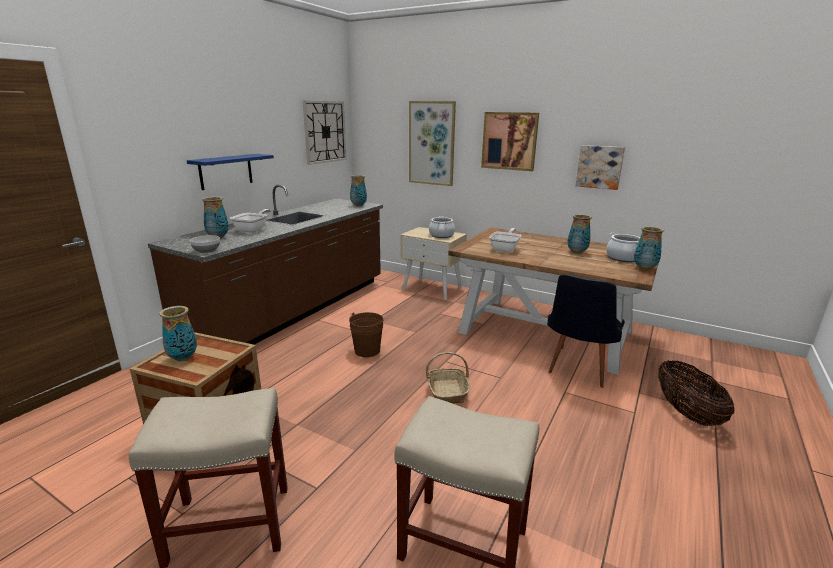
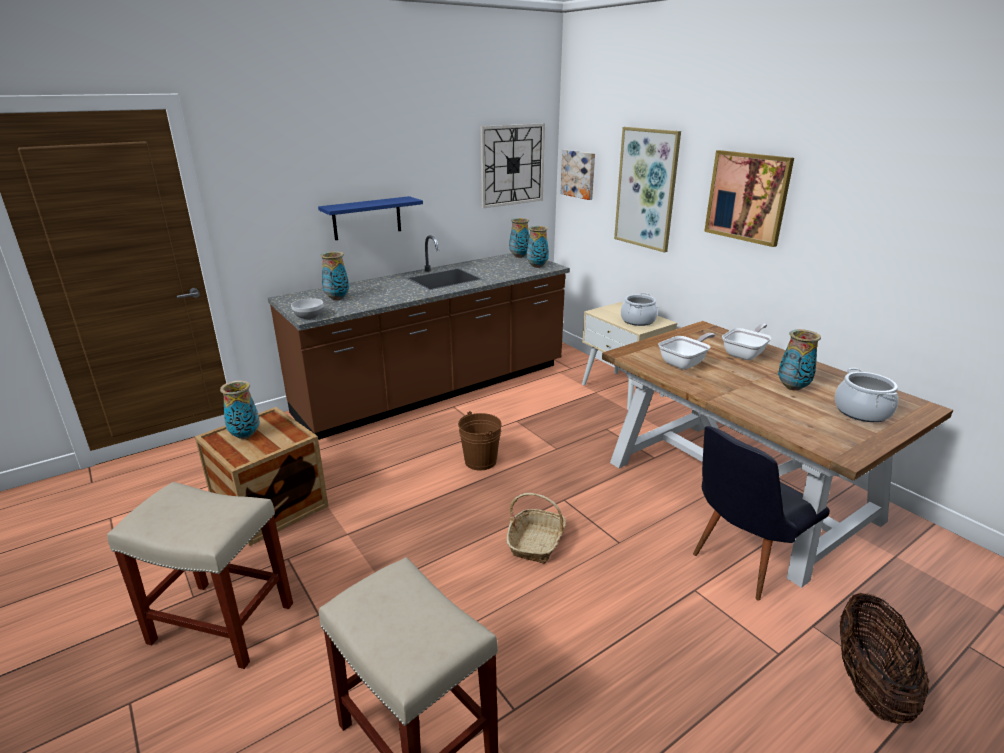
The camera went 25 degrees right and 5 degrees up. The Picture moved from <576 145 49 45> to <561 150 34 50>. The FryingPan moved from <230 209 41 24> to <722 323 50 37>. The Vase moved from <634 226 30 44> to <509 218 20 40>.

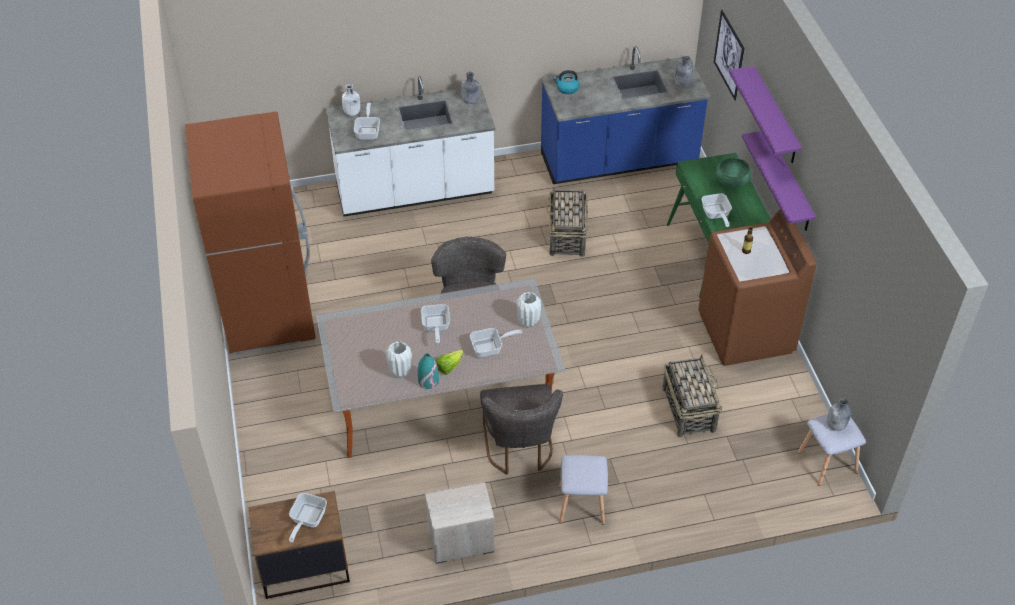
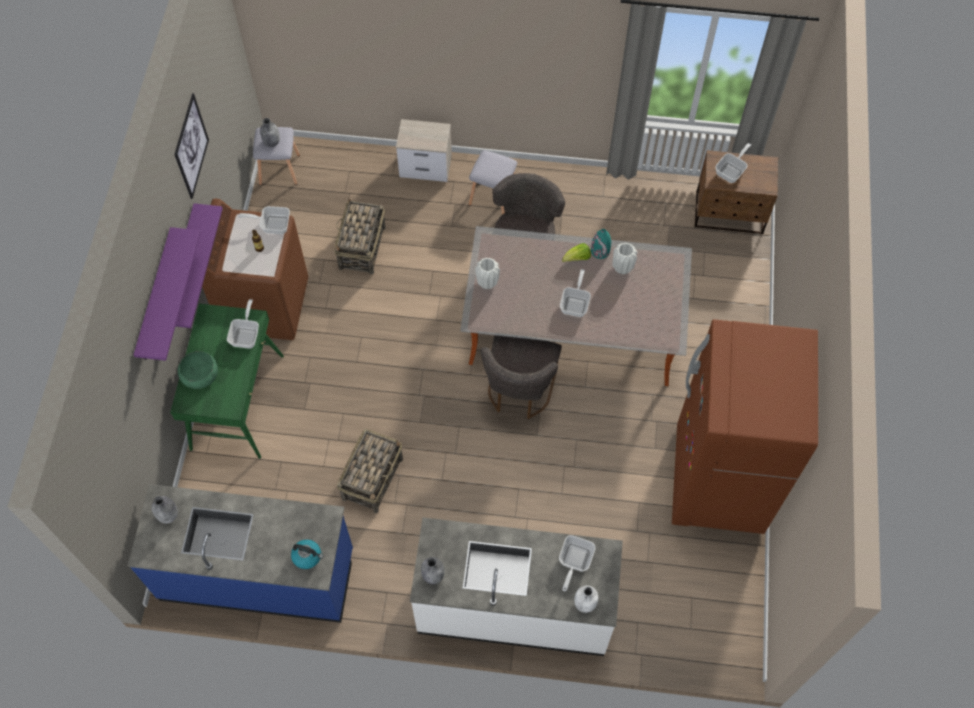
The camera went 160 degrees left and 15 degrees up. The Picture moved from <714 10 31 90> to <174 93 35 106>. The FryingPan moved from <470 328 53 29> to <238 206 52 28>. The Nightstand moved from <425 483 69 81> to <396 119 56 63>.

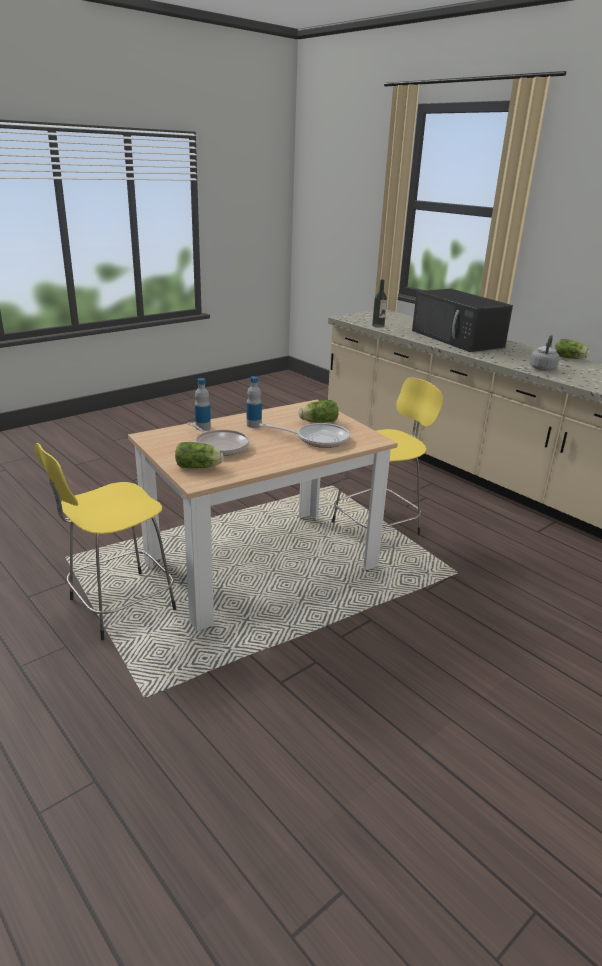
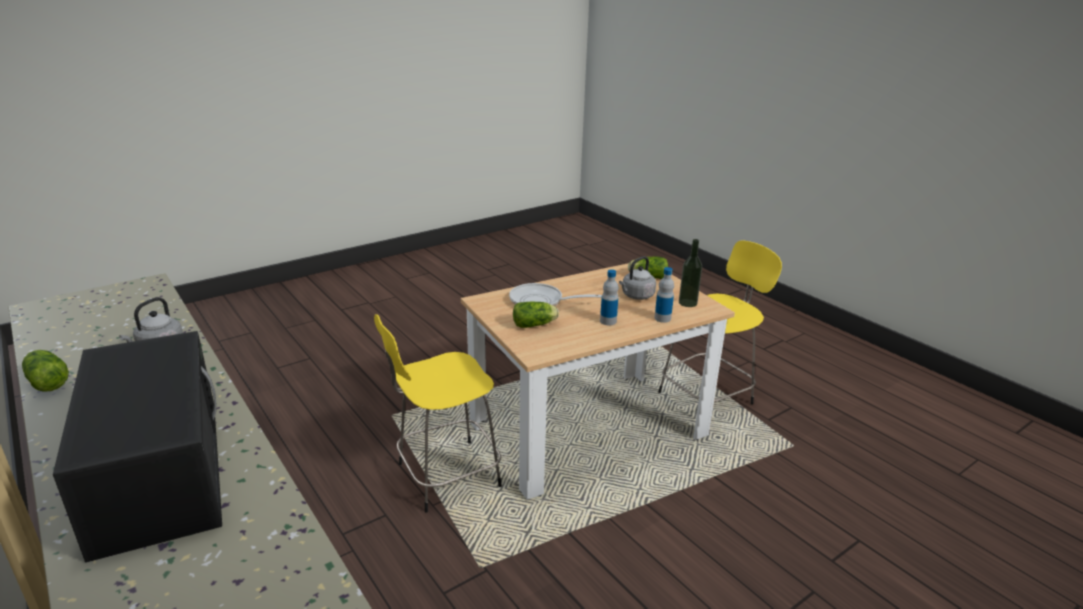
The camera went 175 degrees left and 0 degrees up. The Bottle moved from <372 279 15 49> to <679 239 23 68>. The FryingPan at <188 422 61 34> was replaced by the GreyKettle at <619 256 37 44>.

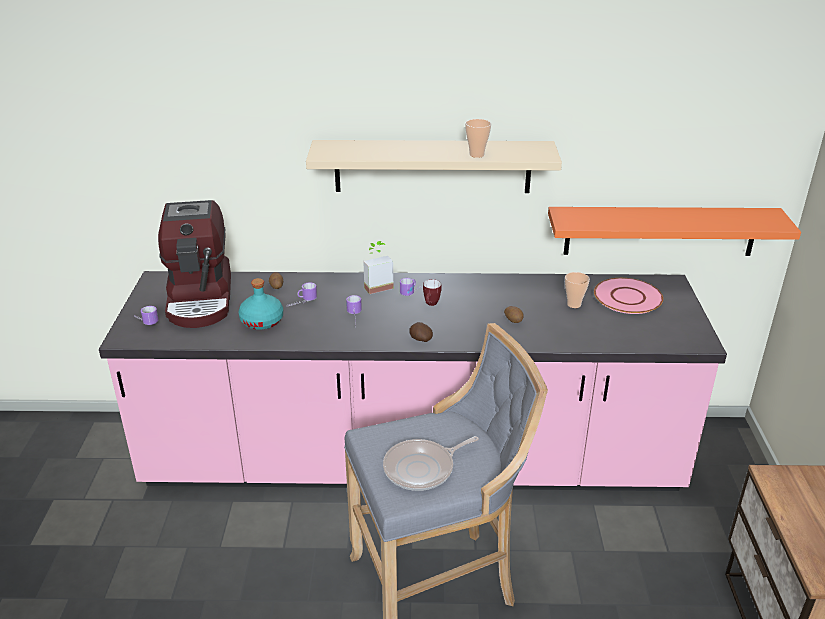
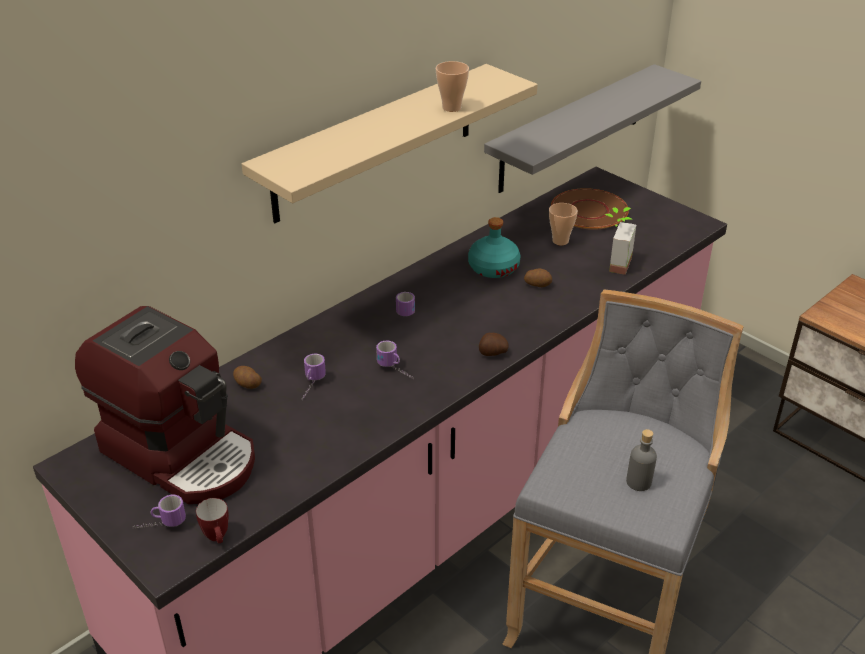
The camera went 45 degrees left and 5 degrees up. The OrangeShelf at <548 207 253 49> became the GreyShelf at <484 64 217 129>. The PottedPlant moved from <363 241 30 53> to <605 207 31 68>. The TurquoiseBottle moved from <239 278 44 52> to <468 217 52 61>. The PinkPlate at <594 278 69 36> became the BrownPlate at <551 188 78 42>. The Mug moved from <423 279 19 27> to <196 498 33 45>. The FryingPan at <383 436 96 55> was replaced by the GreyBottle at <626 429 31 62>.

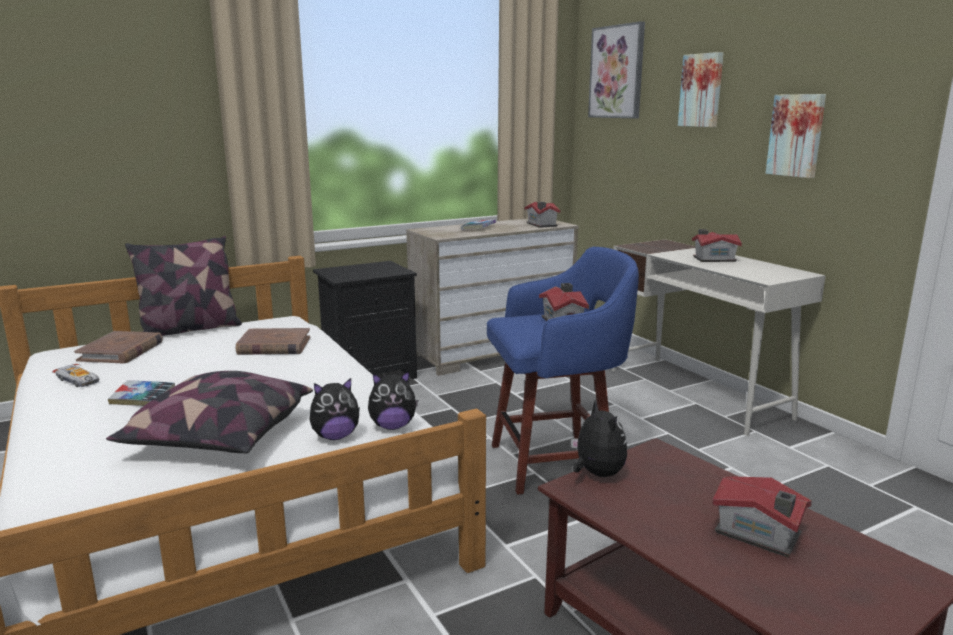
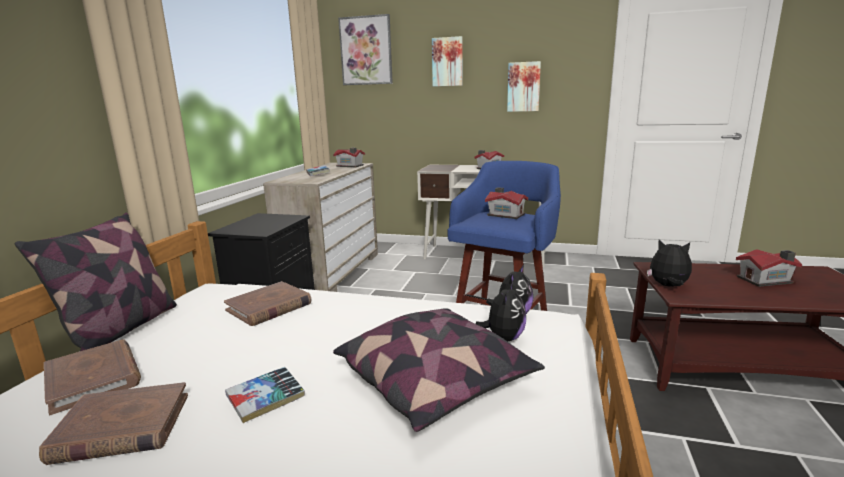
The camera went 45 degrees left and 0 degrees up. The ToyCar at <52 364 47 23> was replaced by the BrownBook at <39 382 149 83>.

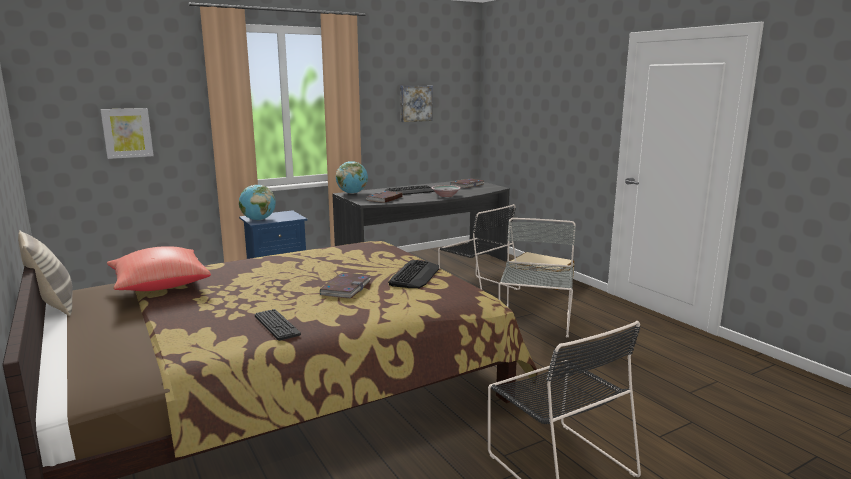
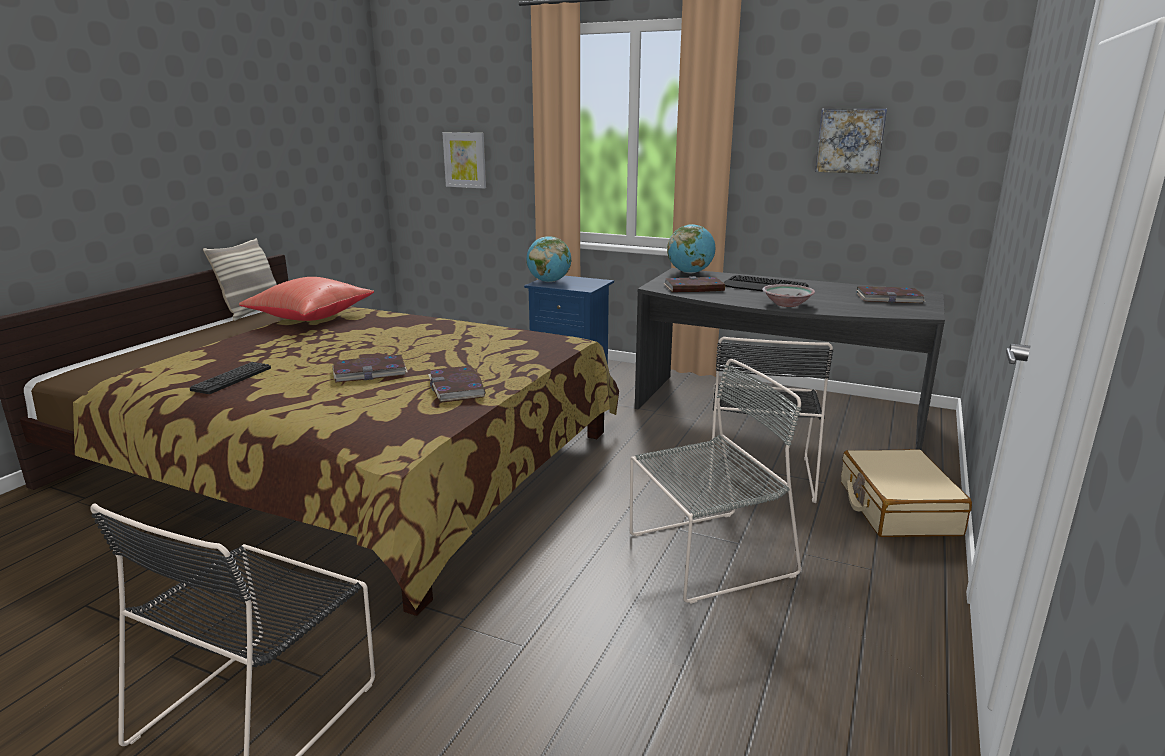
The camera went 55 degrees right and 5 degrees up. The Keyboard at <388 260 51 28> was replaced by the Book at <428 366 58 37>.

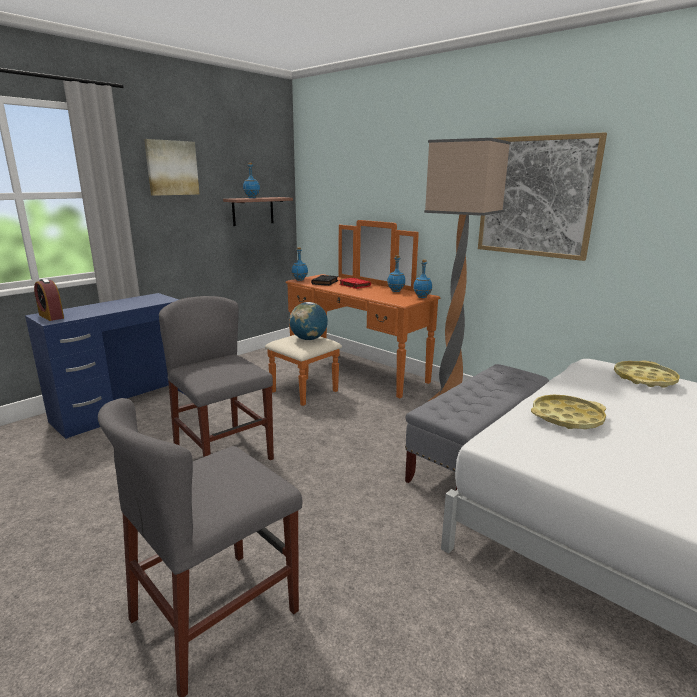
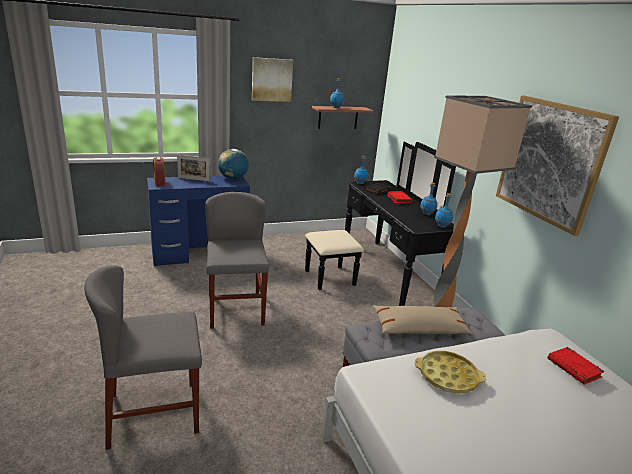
The camera went 25 degrees right and 5 degrees up. The OrangeDresser at <265 220 175 186> became the BlackDresser at <305 142 151 164>. The Globe moved from <289 302 39 38> to <218 149 31 30>. The YellowTray at <614 361 66 27> was replaced by the RedBook at <548 347 57 38>. The PictureFrame at <177 155 33 26> appeared. The BeigePillow at <372 305 100 29> appeared.

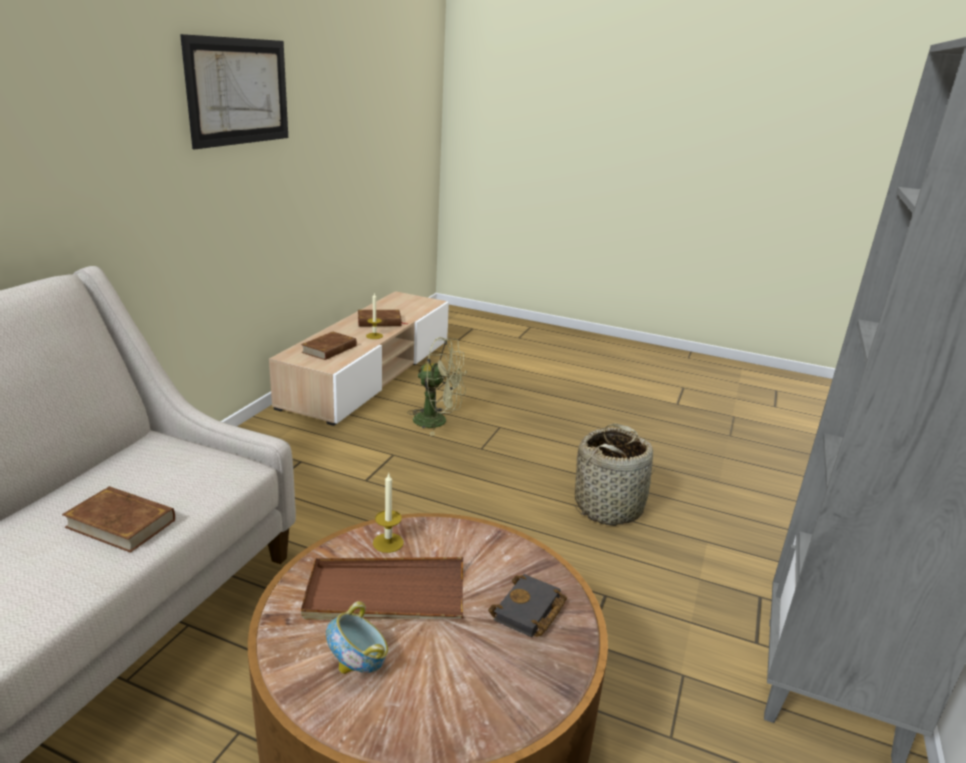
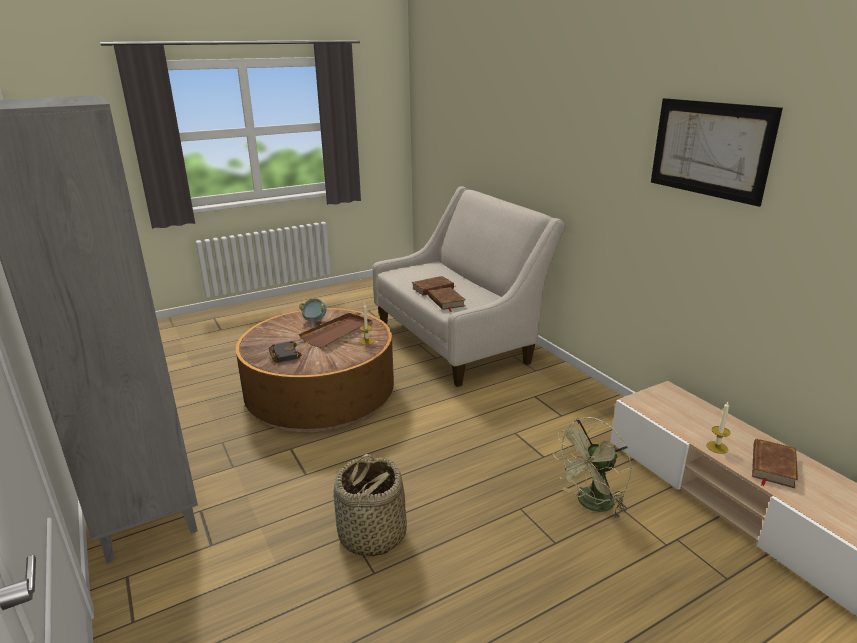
The camera went 130 degrees right and 0 degrees up. The BrownBook moved from <301 332 56 28> to <428 287 37 25>.

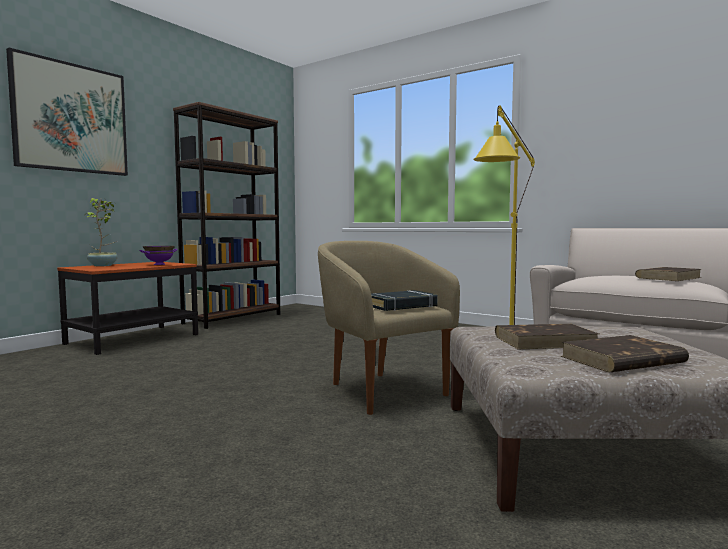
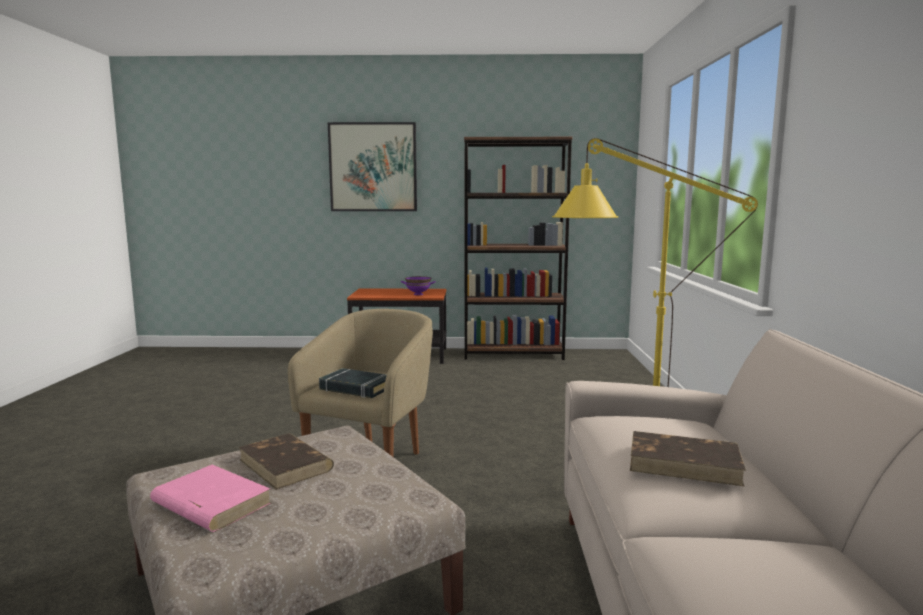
The camera went 55 degrees right and 5 degrees up. The PottedPlant at <87 198 31 68> disappeared. The BrownBook at <561 335 128 37> became the PinkBook at <150 465 121 67>.

